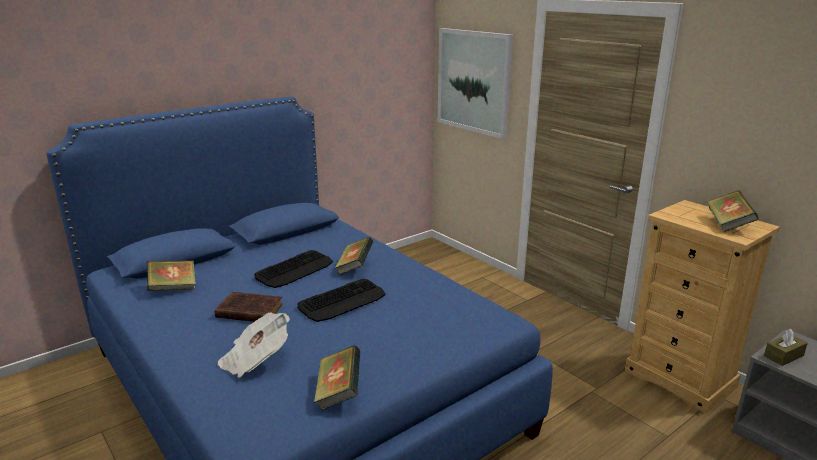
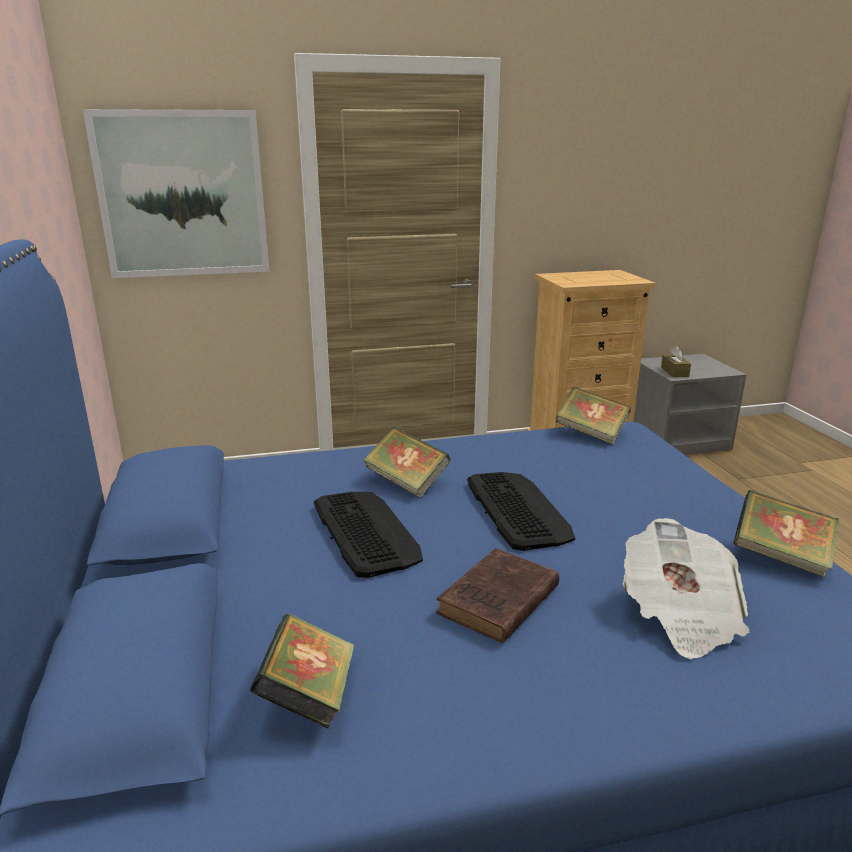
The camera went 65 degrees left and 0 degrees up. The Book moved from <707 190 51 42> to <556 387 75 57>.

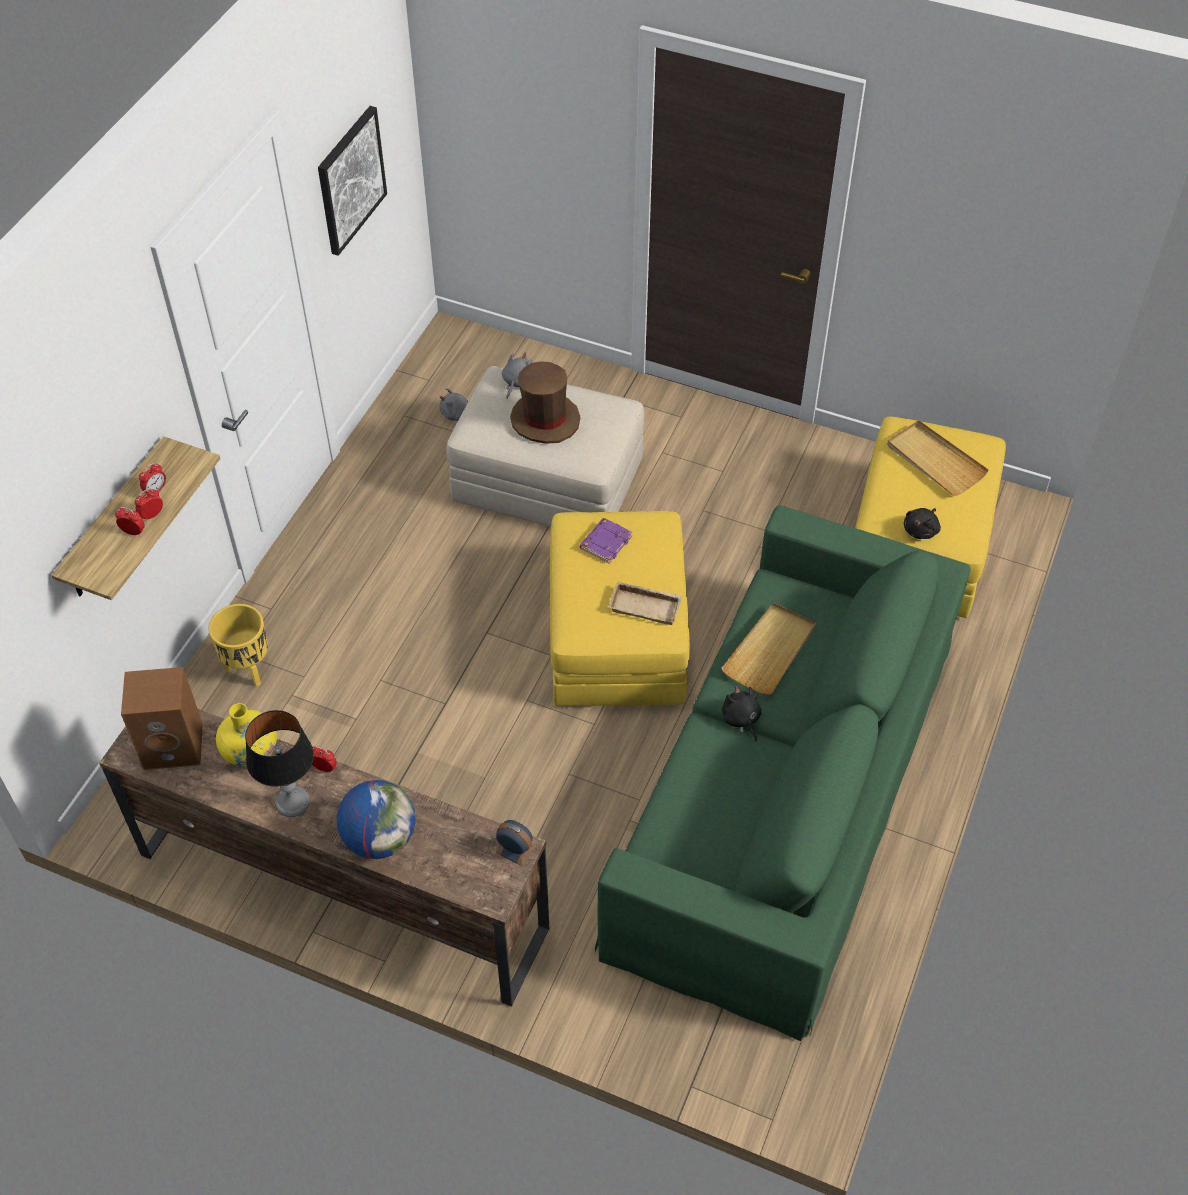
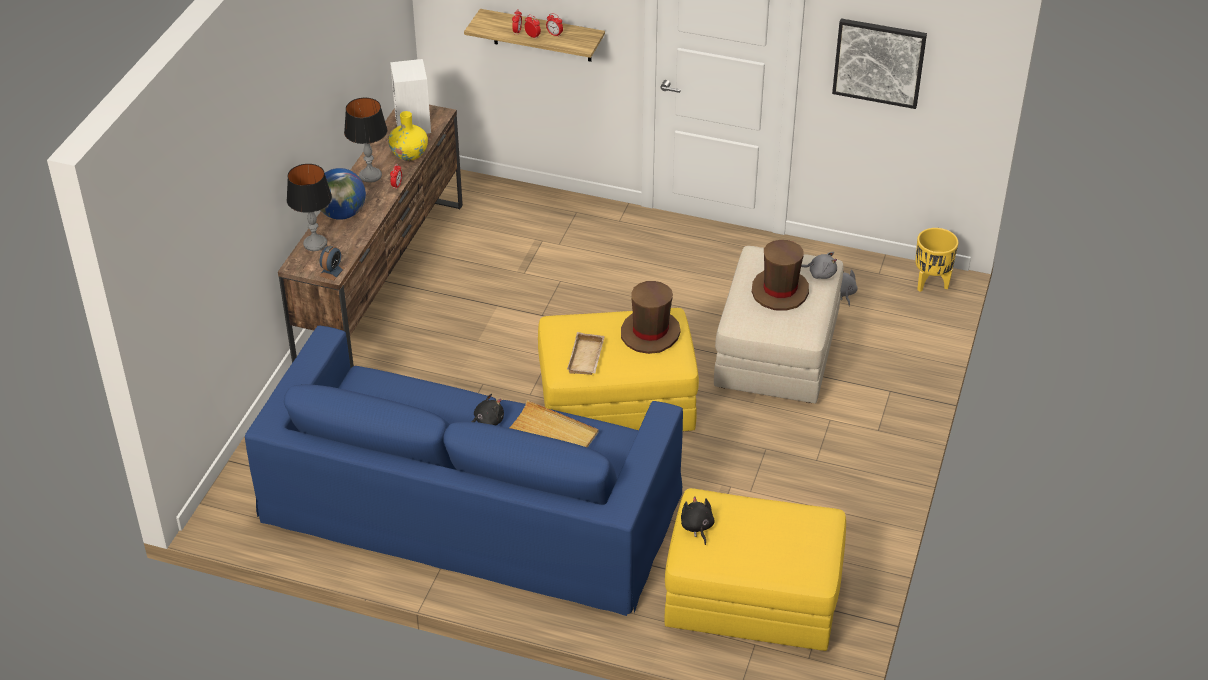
The camera went 85 degrees right and 10 degrees down. The BeigeTray at <887 420 102 76> disappeared. The GreenSofa at <595 505 375 536> became the BlueSofa at <245 326 438 290>. The BlackPlushToy at <904 508 37 31> turned 45 degrees clockwise. The PurpleBook at <580 518 52 46> was replaced by the BrownHat at <621 281 60 73>. The YellowPlanter moved from <209 604 59 82> to <915 228 43 64>. The BrownSpeaker at <121 667 82 103> became the WhiteSpeaker at <390 59 41 75>. The TableLamp at <286 164 46 87> appeared.

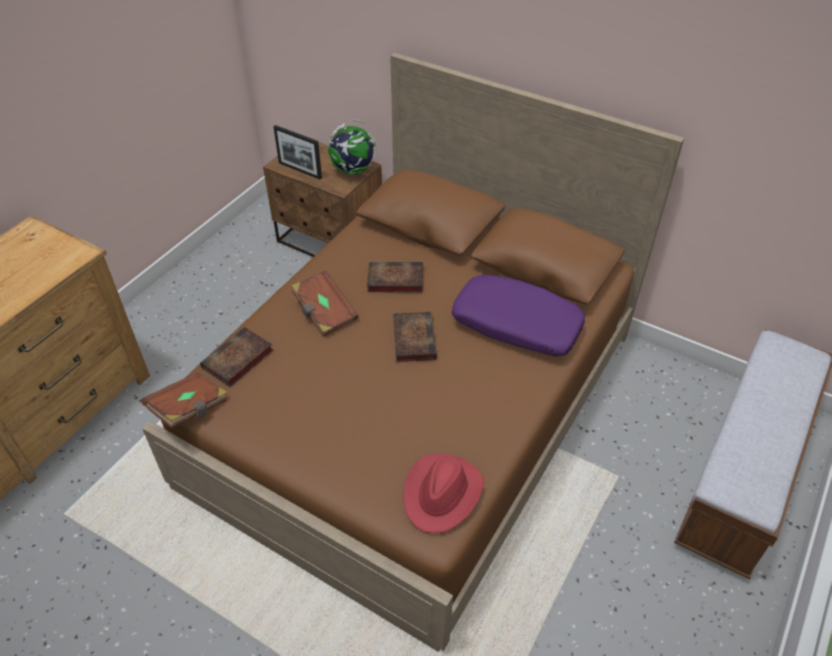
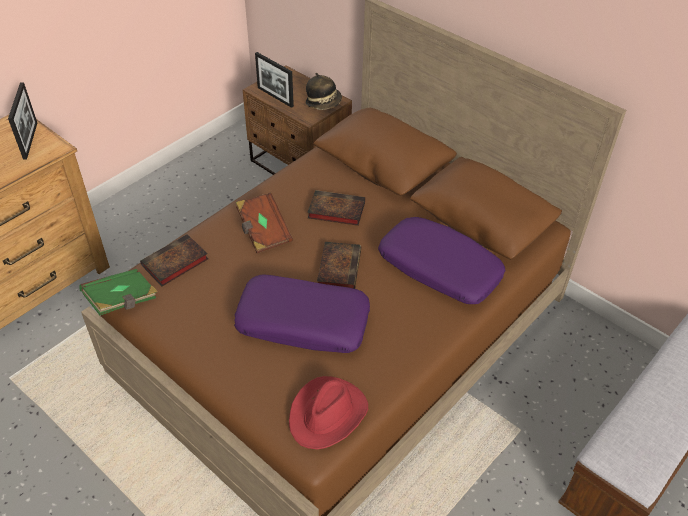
The camera went 10 degrees right and 0 degrees up. The Globe at <328 120 49 55> was replaced by the Hat at <306 73 36 37>. The BrownBook at <142 372 85 57> became the GreenBook at <79 269 79 46>. The PictureFrame at <8 82 29 78> appeared. The PurplePillow at <234 274 136 79> appeared.

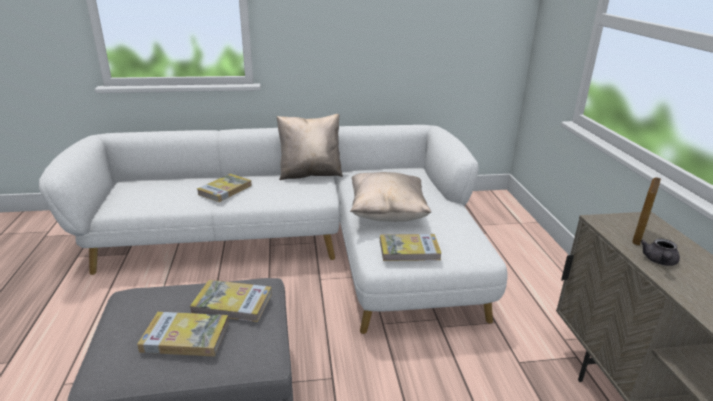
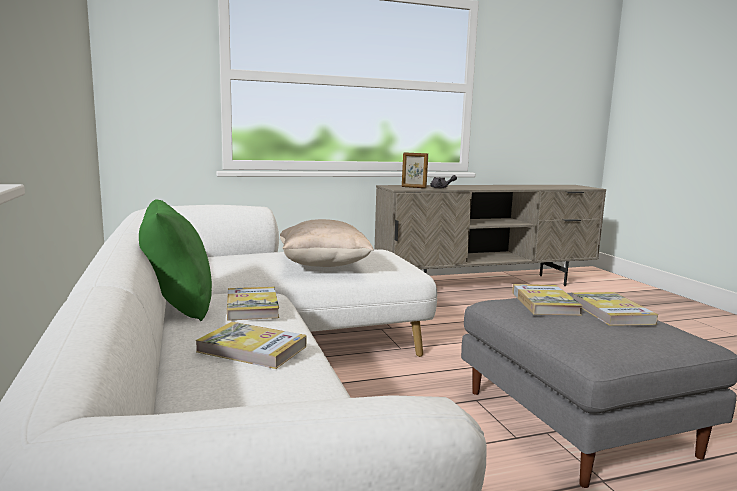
The camera went 100 degrees left and 15 degrees down. The BeigePillow at <276 114 67 66> became the GreenPillow at <139 200 73 121>. The Book moved from <380 234 62 27> to <227 287 52 34>.

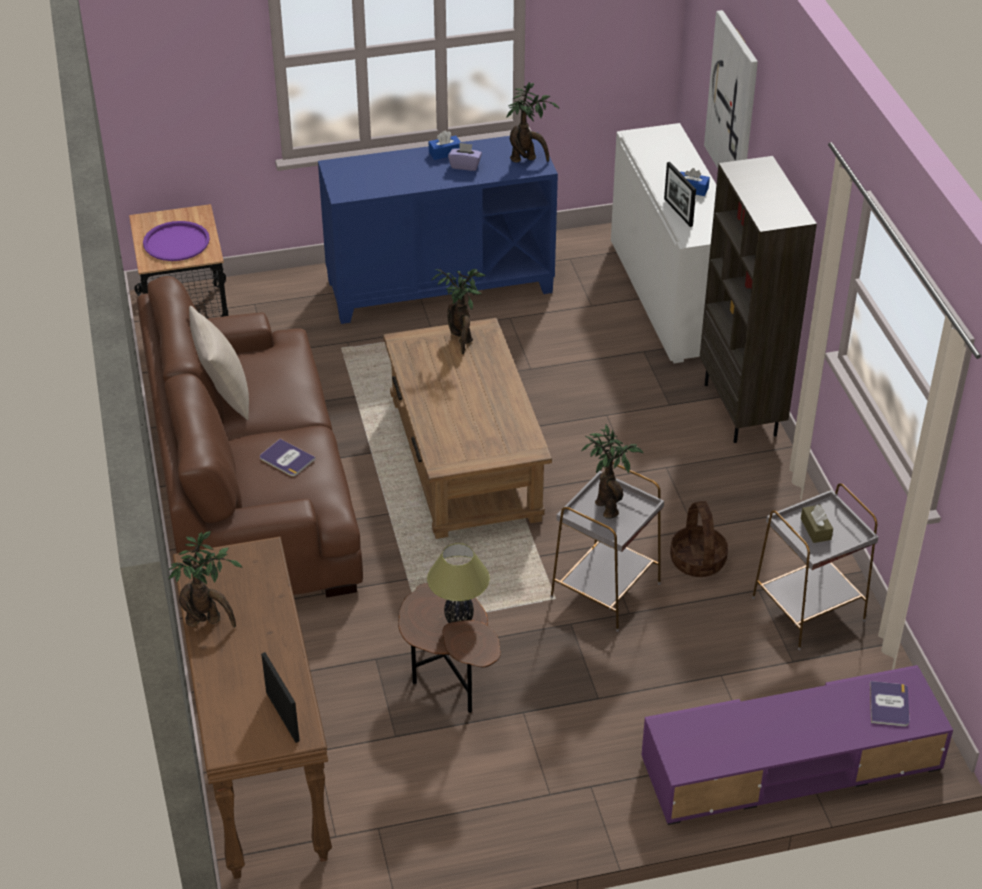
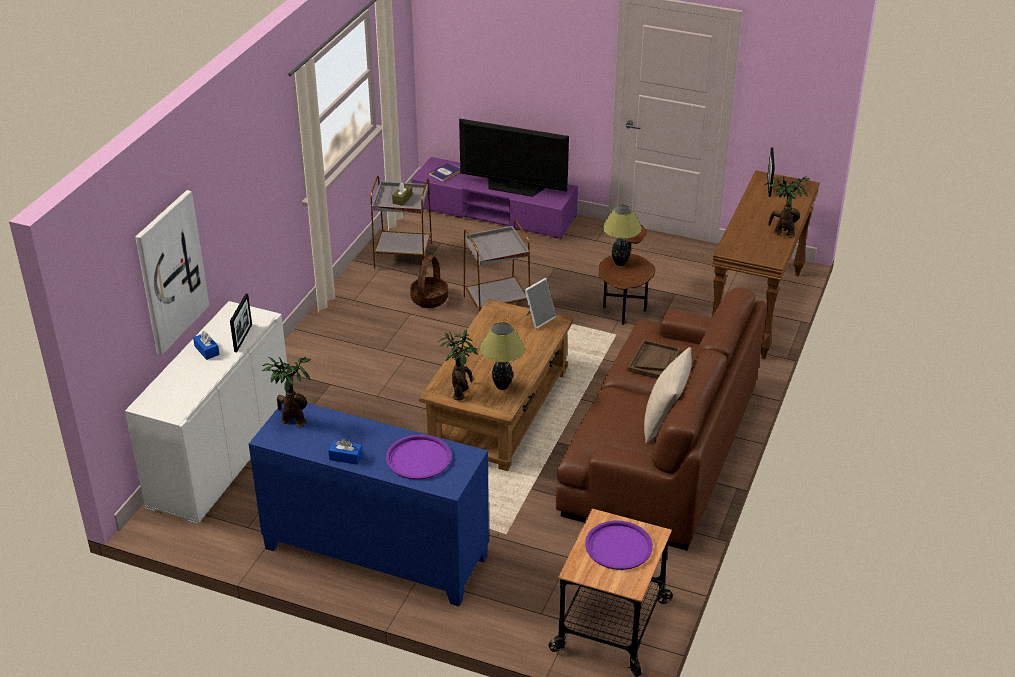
The camera went 145 degrees left and 5 degrees down. The PurpleTissueBox at <448 142 34 29> disappeared. The BrownBookcase at <700 156 117 287> disappeared. The PottedPlant at <582 424 62 95> disappeared. The Book at <260 439 56 38> was replaced by the BrownTray at <627 339 54 40>. The Television at <459 119 110 78> appeared. The PictureFrame at <525 278 31 51> appeared. The TableLamp at <480 322 45 68> appeared. The PurpleTray at <386 434 66 46> appeared.

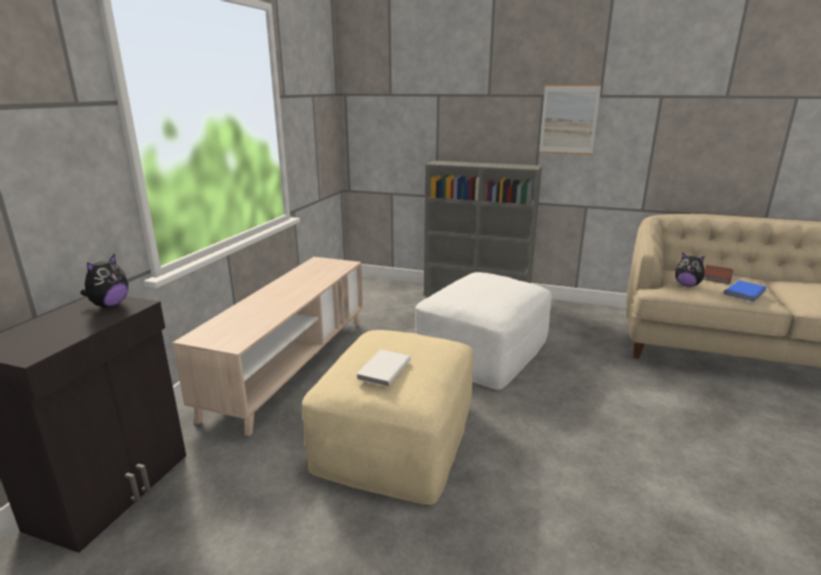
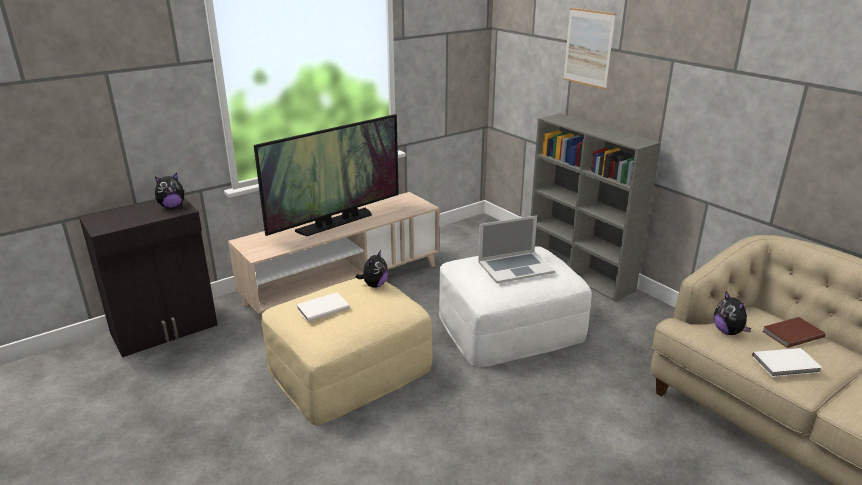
The camera went 35 degrees right and 5 degrees up. The Picture moved from <539 84 62 71> to <563 8 53 81>. The BlueBook at <724 280 43 22> became the WhiteBook at <752 348 70 29>. The Television at <254 114 145 122> appeared. The Laptop at <478 215 77 69> appeared. The PlushToy at <356 250 32 38> appeared.

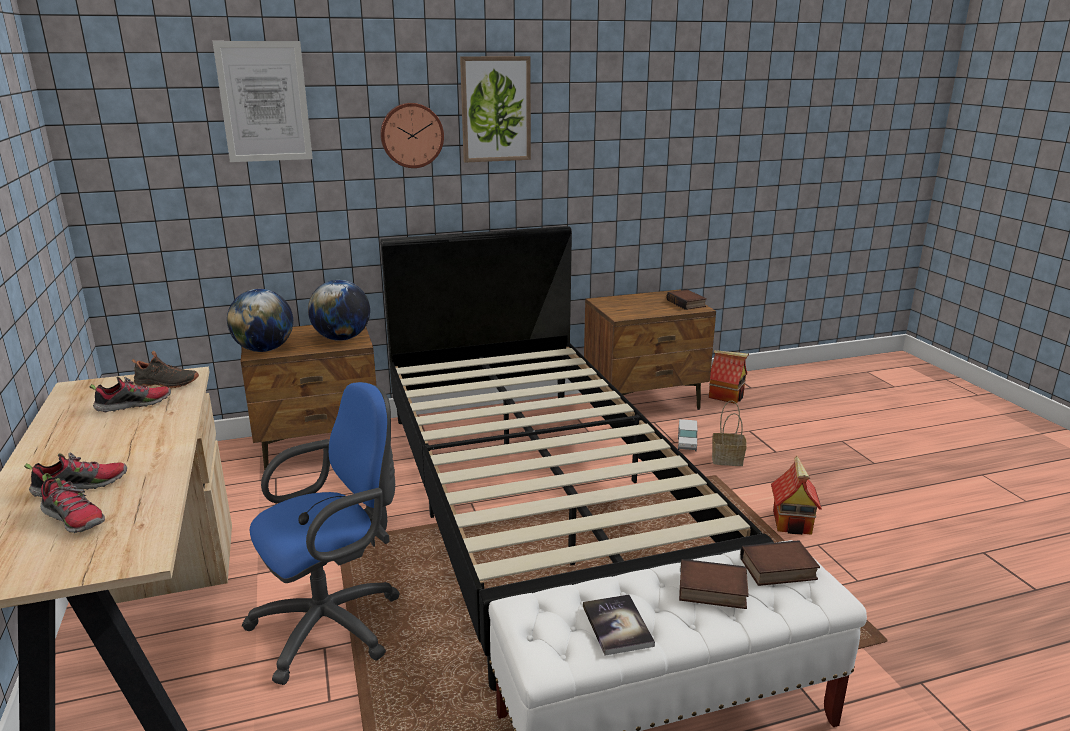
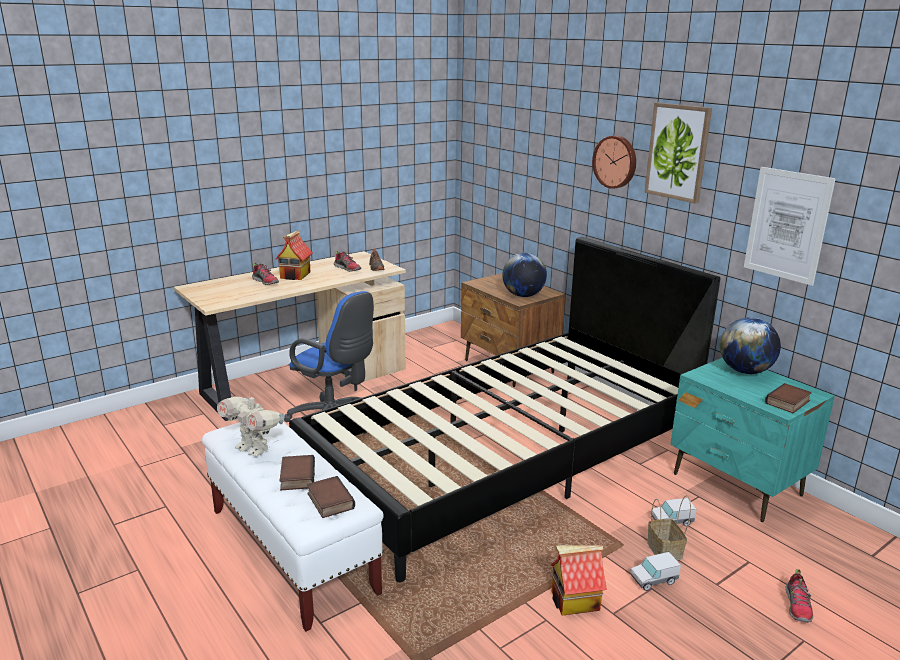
The camera went 70 degrees right and 0 degrees up. The Picture moved from <213 41 100 121> to <744 167 92 119>. The Globe moved from <227 289 66 63> to <720 317 61 57>. The BrownNightstand at <584 290 132 120> became the TurquoiseNightstand at <670 357 165 165>. The ToyHouse moved from <709 350 40 54> to <276 230 37 50>. The Shoe moved from <40 473 65 60> to <785 569 28 54>. The Book at <583 595 72 61> was replaced by the ToyRobot at <217 391 68 65>. The ToyTruck at <630 552 51 39> appeared.

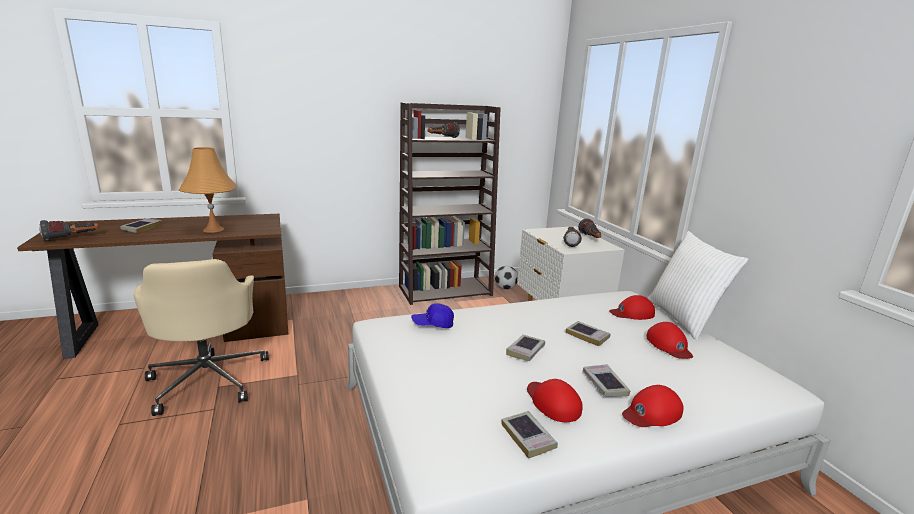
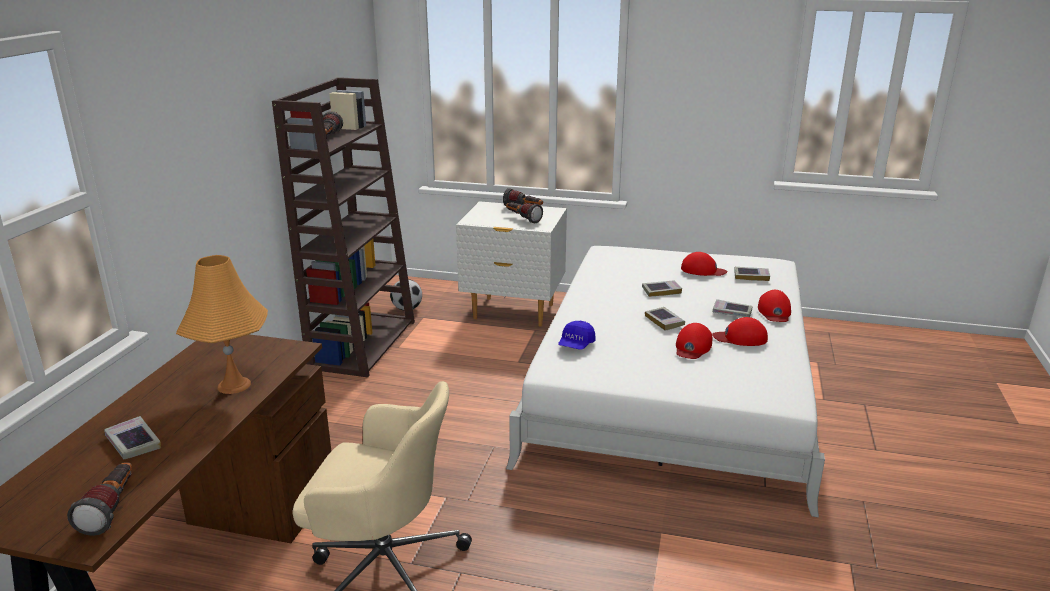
The camera went 55 degrees left and 5 degrees up. The WhitePillow at <648 231 100 109> disappeared. The RedCap moved from <609 295 46 25> to <676 323 36 36>. The Book moved from <501 411 57 47> to <734 267 36 14>.

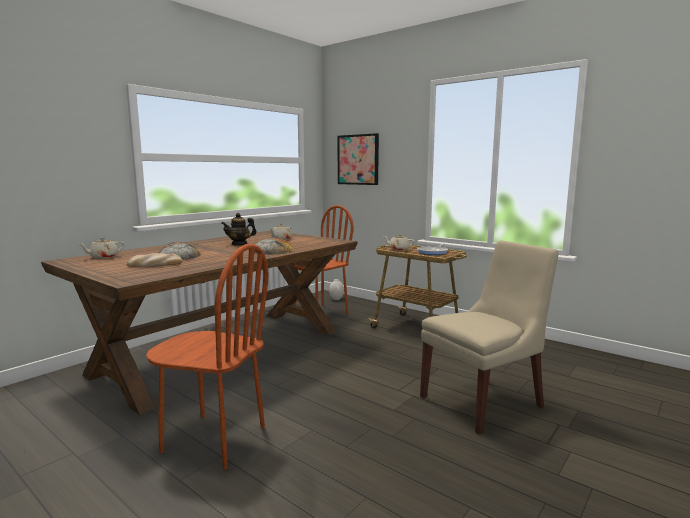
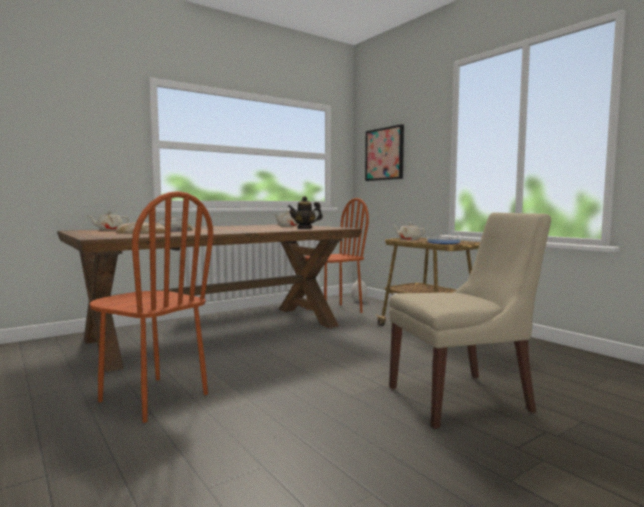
The camera went 15 degrees right and 5 degrees down. The Teapot moved from <221 213 36 32> to <288 196 35 33>. The Bread at <254 237 41 18> disappeared.

